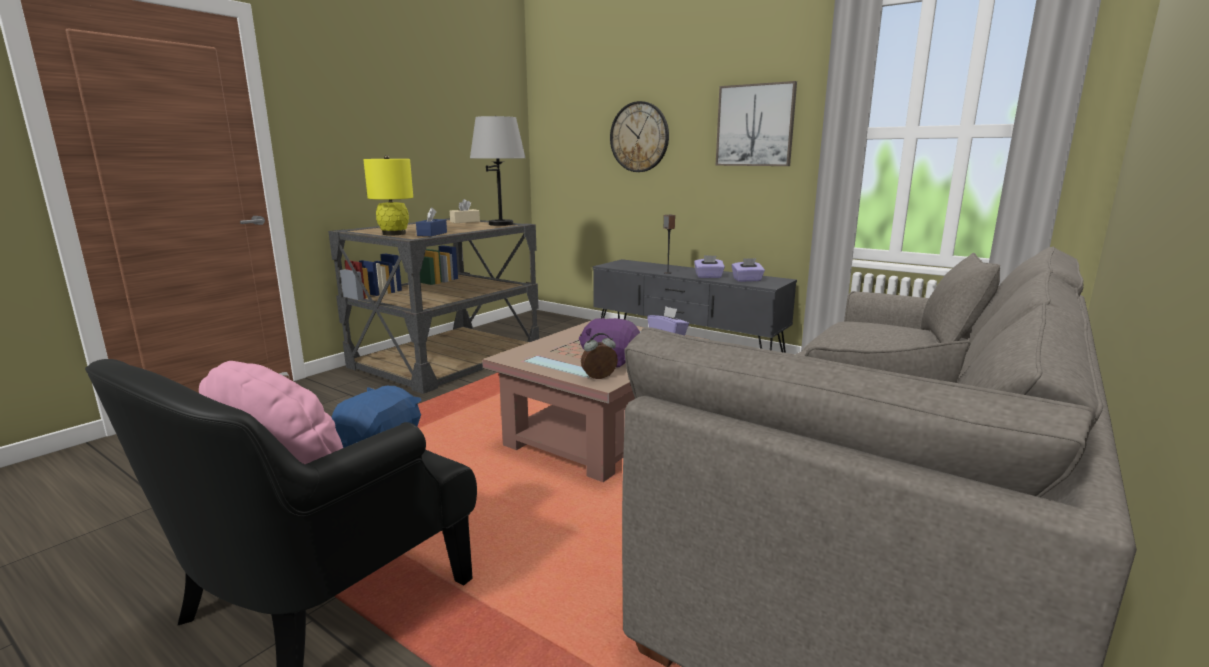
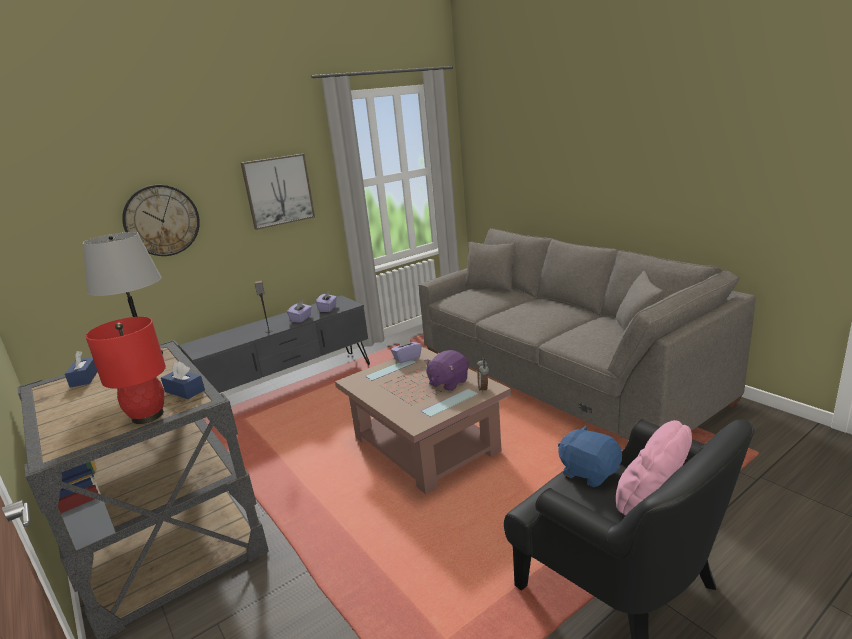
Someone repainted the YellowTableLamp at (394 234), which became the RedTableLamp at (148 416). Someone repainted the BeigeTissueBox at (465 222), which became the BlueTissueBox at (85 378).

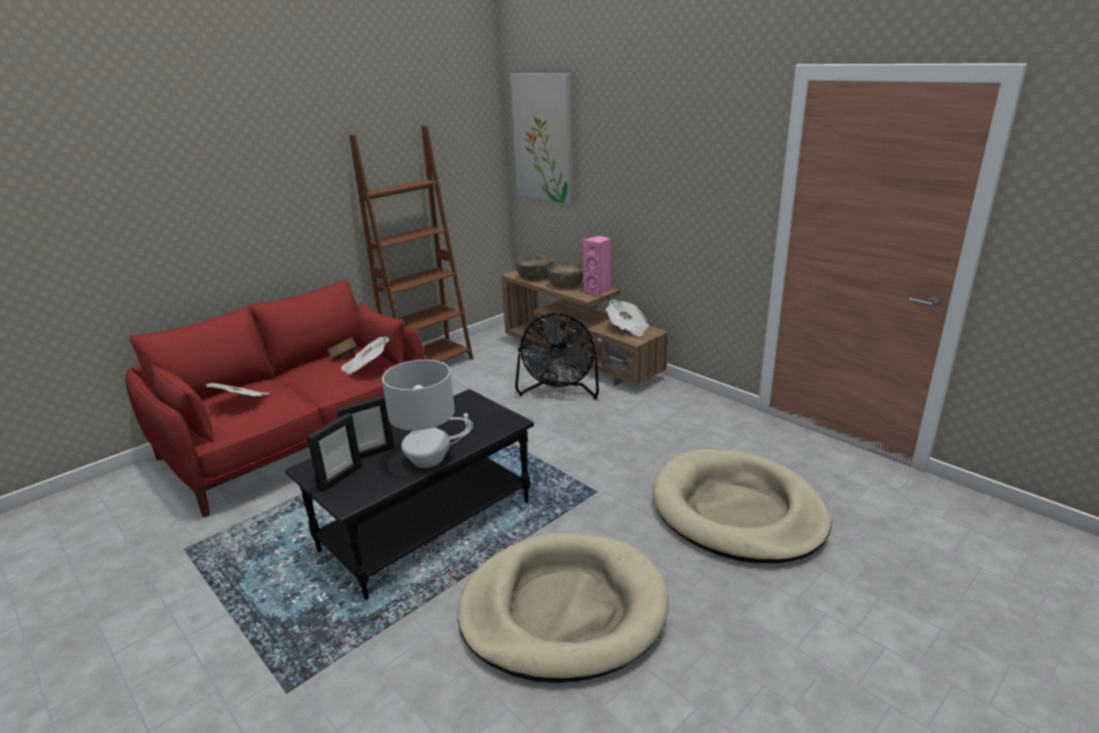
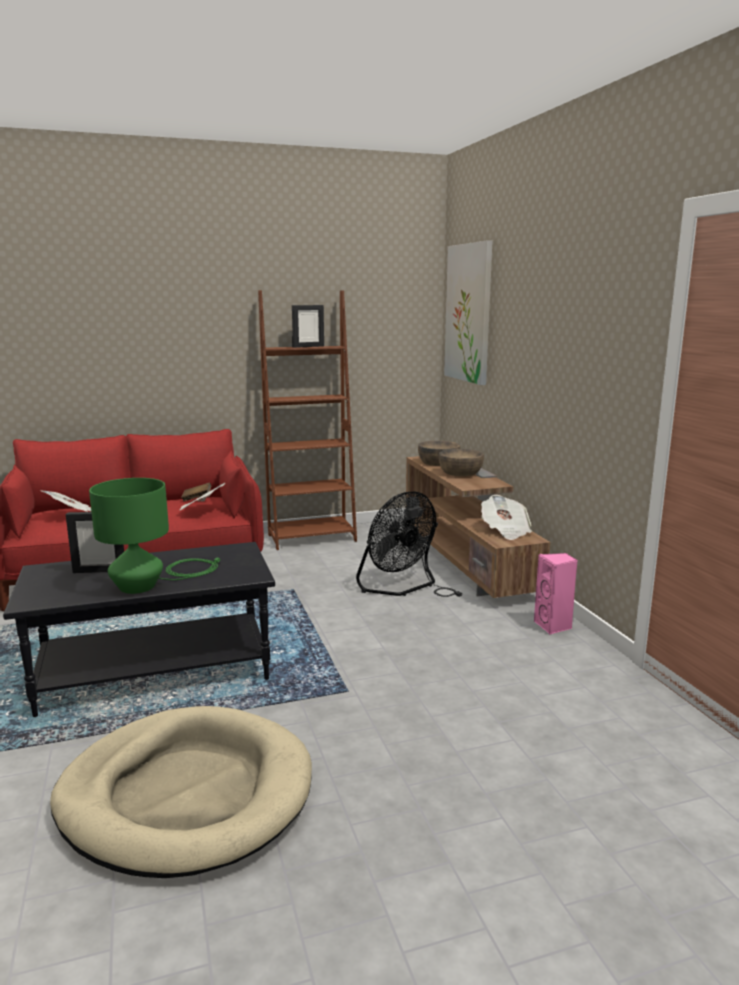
Someone carried the PinkSpeaker from (598 291) to (553 626). Someone rotated the BlackFan at (557 389) by 105 degrees clockwise. Someone repainted the WhiteTableLamp at (437 446), which became the GreenTableLamp at (159 579). Someone carried the PictureFrame from (340 477) to (308 346). Someone took away the BeigeDogBed at (737 511).

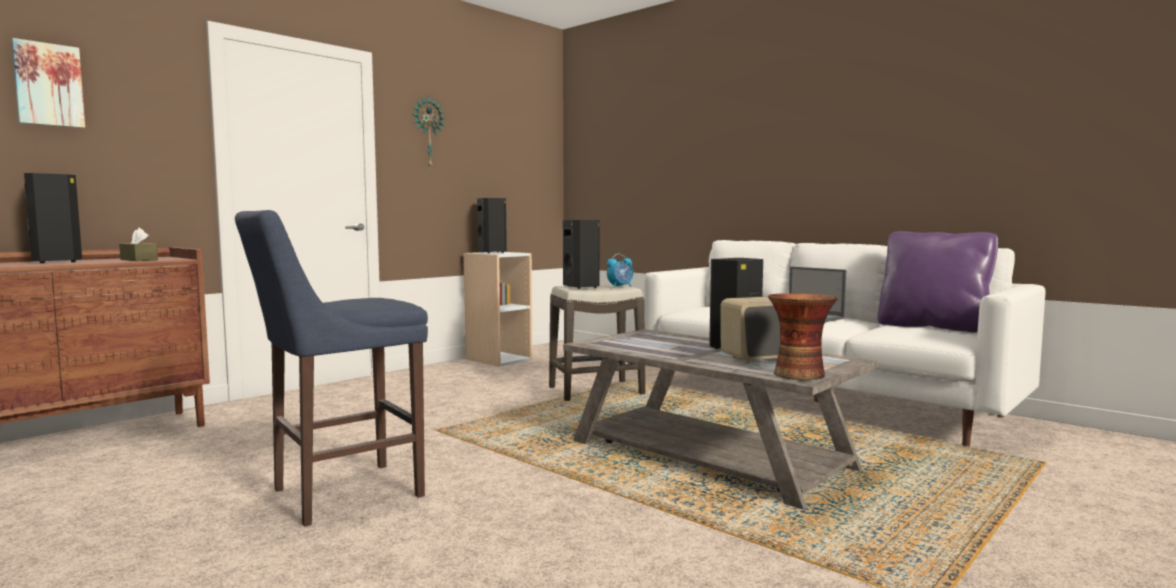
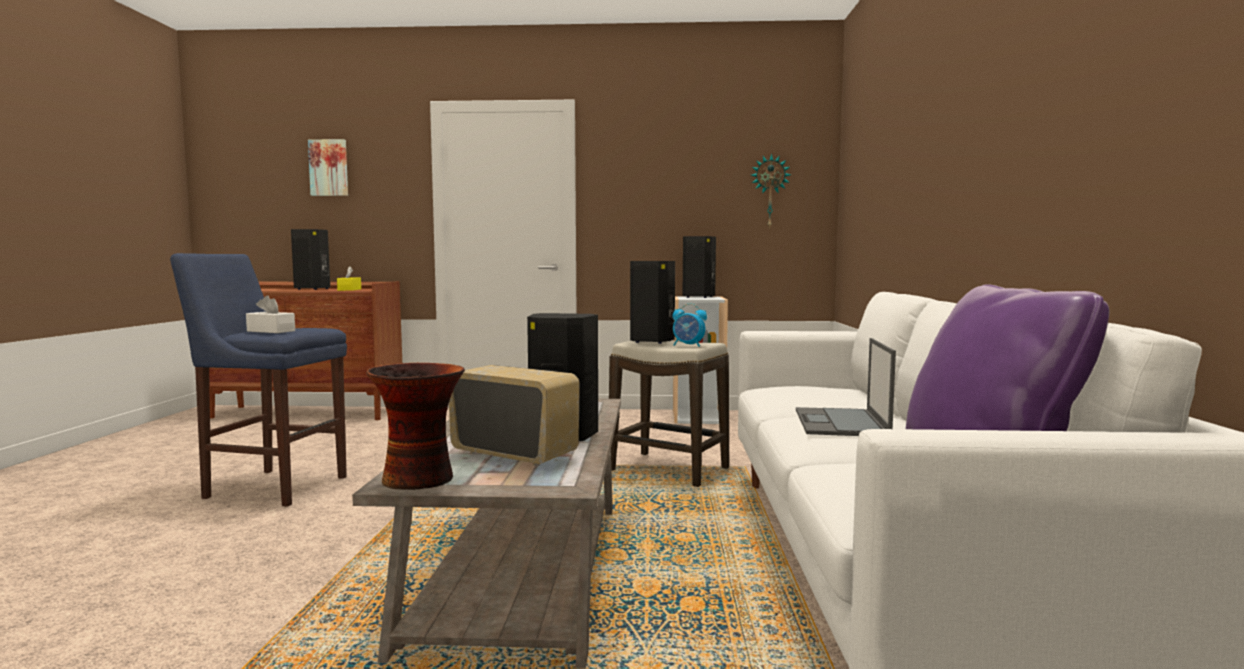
Someone carried the WallClock from (427 133) to (769 191). Someone repainted the BrownTissueBox at (139 260), which became the YellowTissueBox at (349 290). Someone put down the WhiteTissueBox at (271 331).

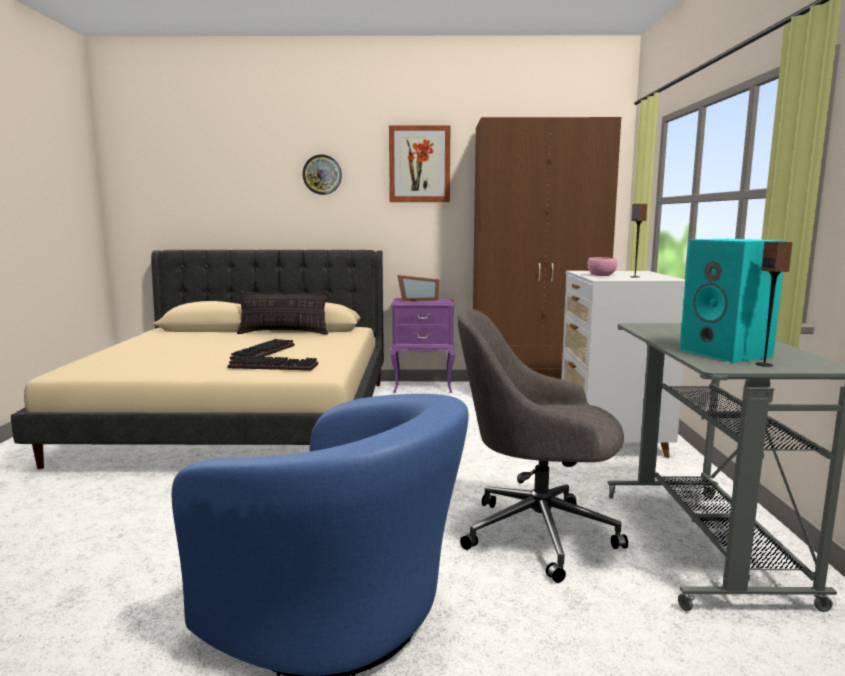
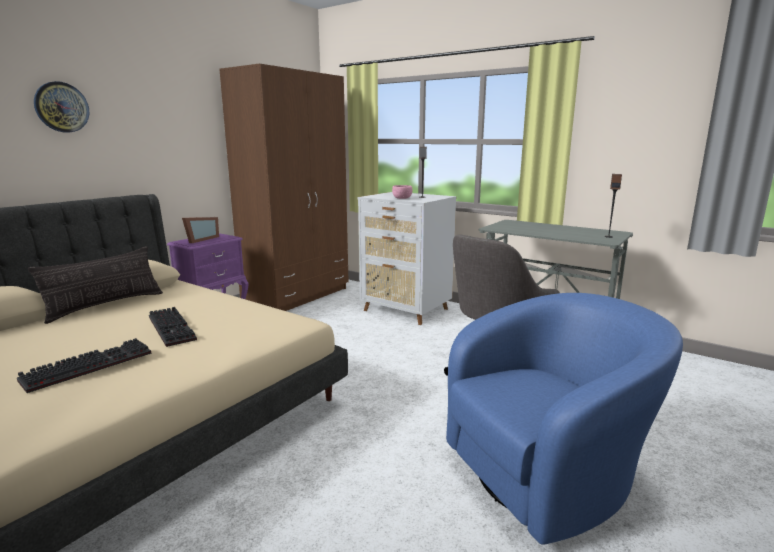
Someone took away the Picture at (419 164). Someone took away the TurquoiseSpeaker at (727 353). Someone carried the Keyboard from (275 366) to (89 365).

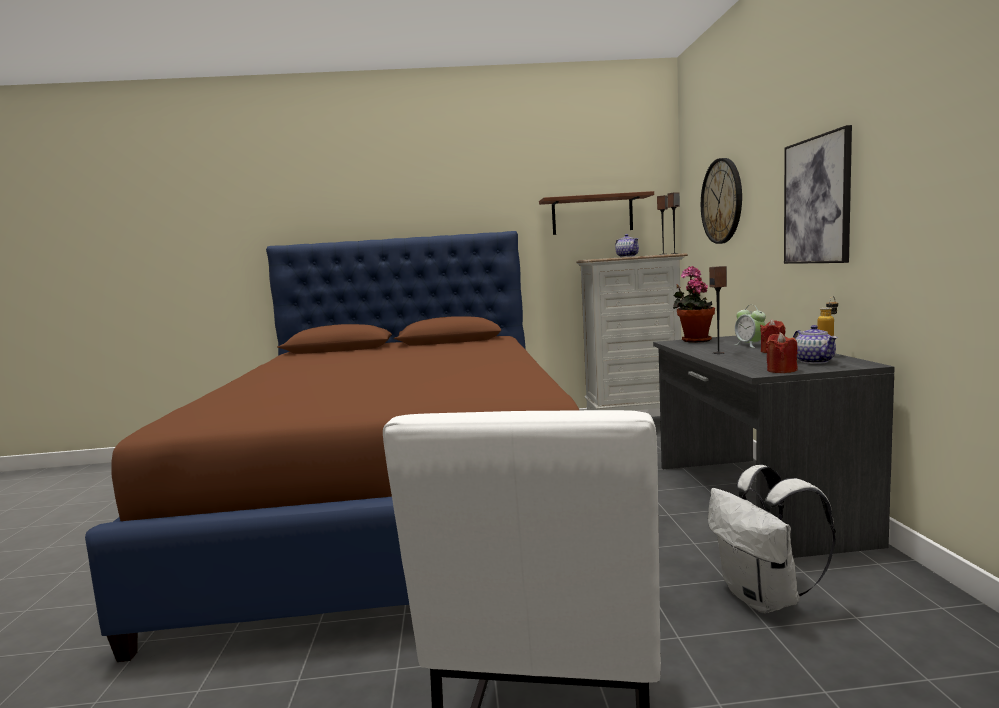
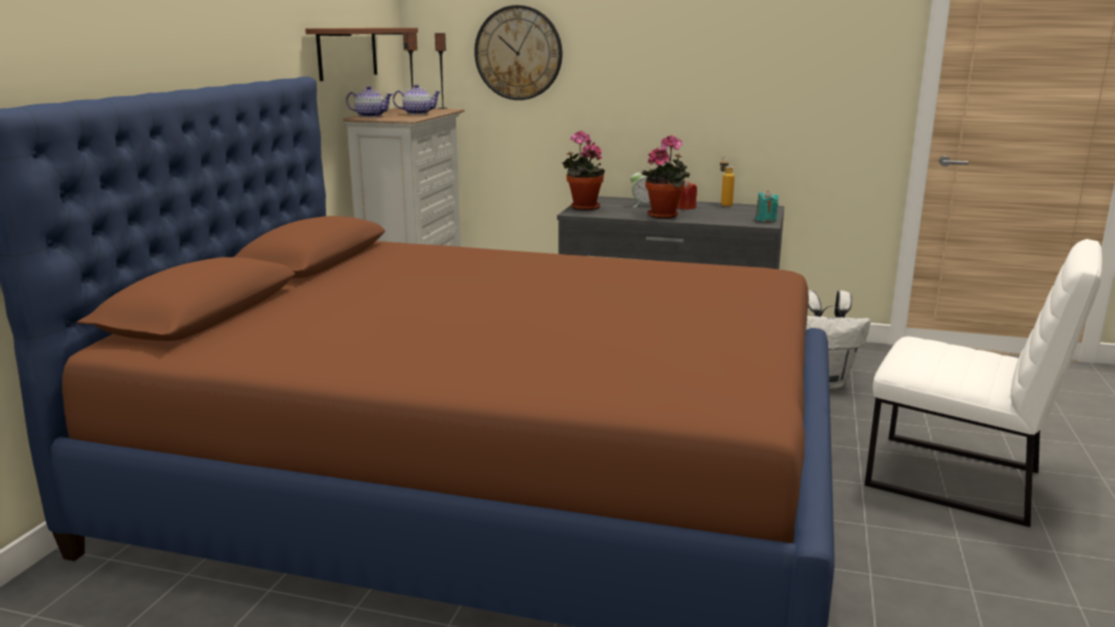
Someone took away the Picture at (817 200). Someone swapped the Speaker at (718 353) for the PottedPlant at (665 215). Someone carried the Teapot from (814 361) to (370 116). Someone repainted the RedCandle at (781 370), which became the TurquoiseCandle at (766 220).

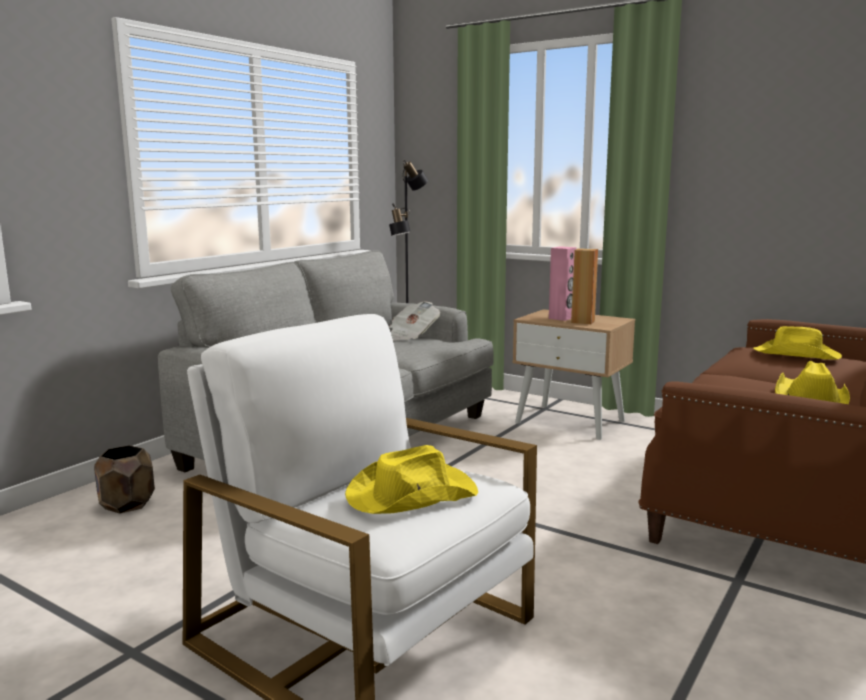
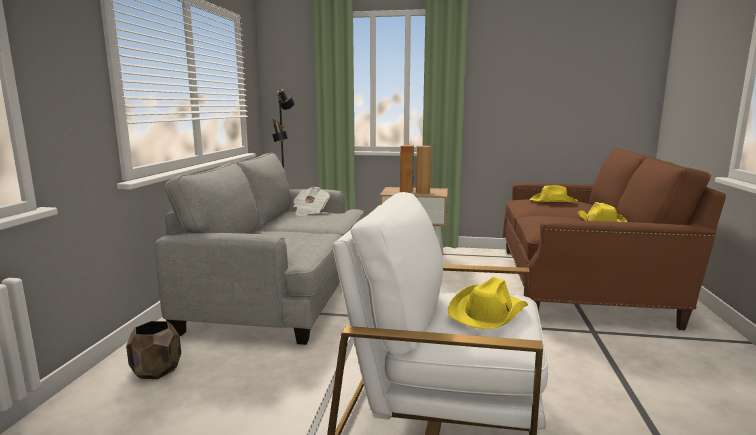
Someone repainted the PinkSpeaker at (561 318), which became the BrownSpeaker at (406 191).

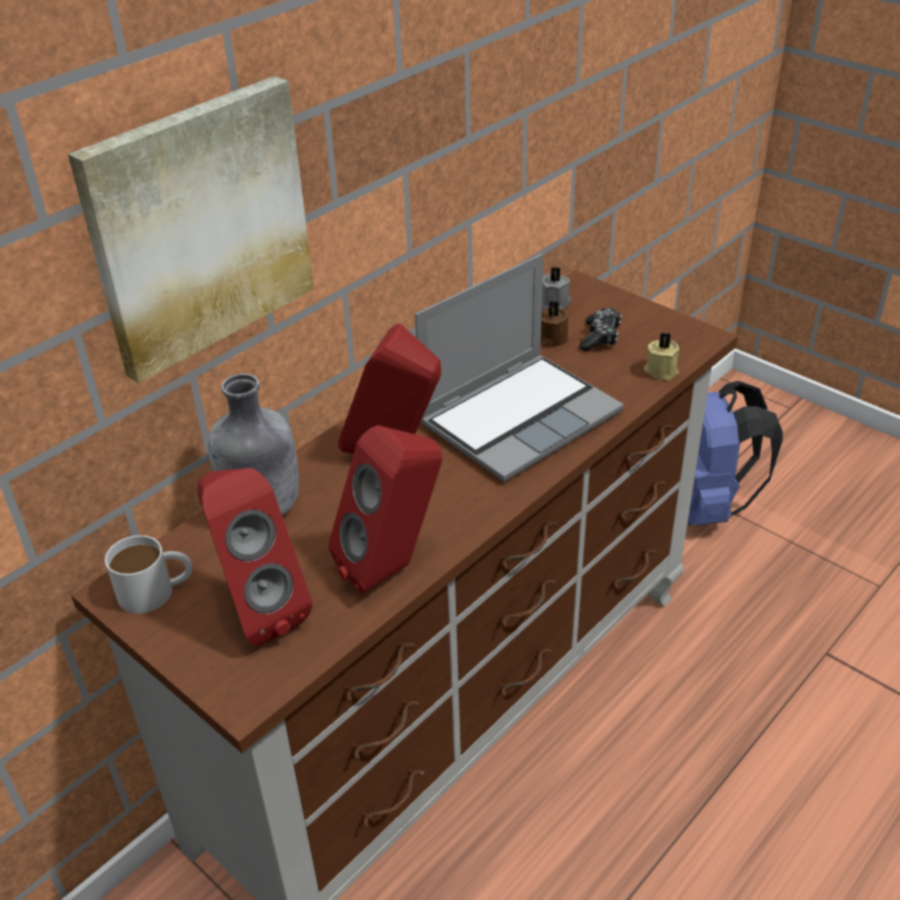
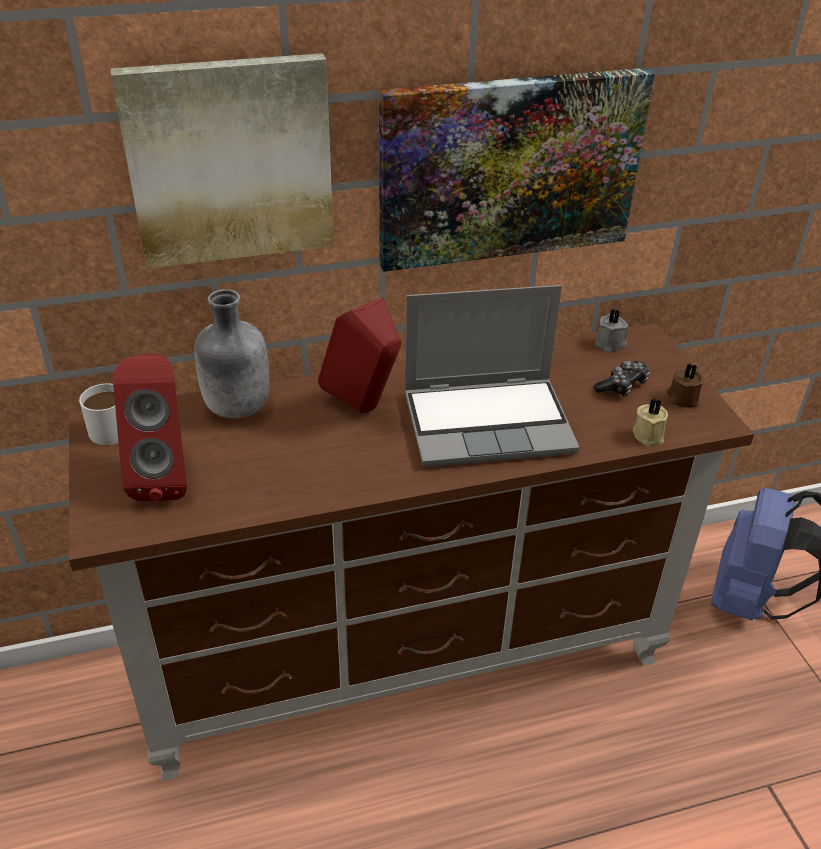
Someone carried the BrownCandle from (550 338) to (682 398). Someone took away the RedSpeaker at (393 567). Someone put up the Picture at (509 168).

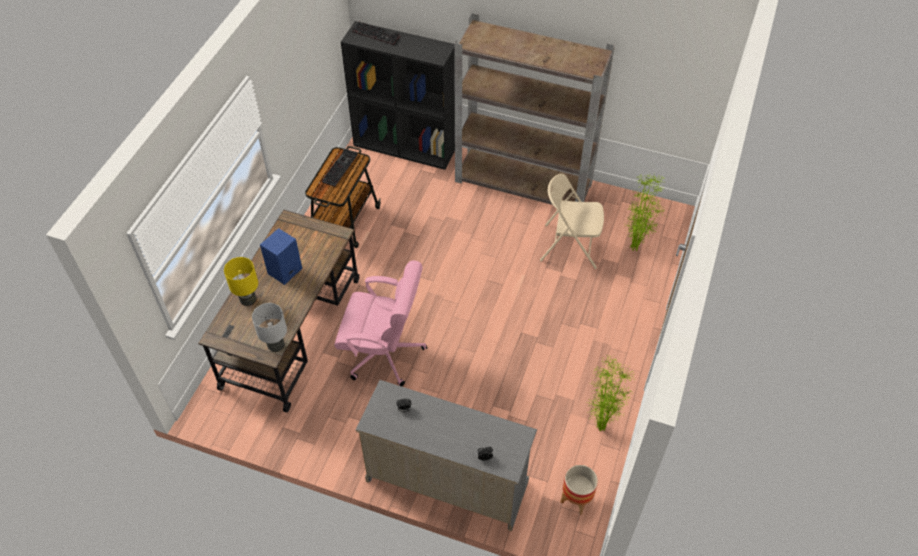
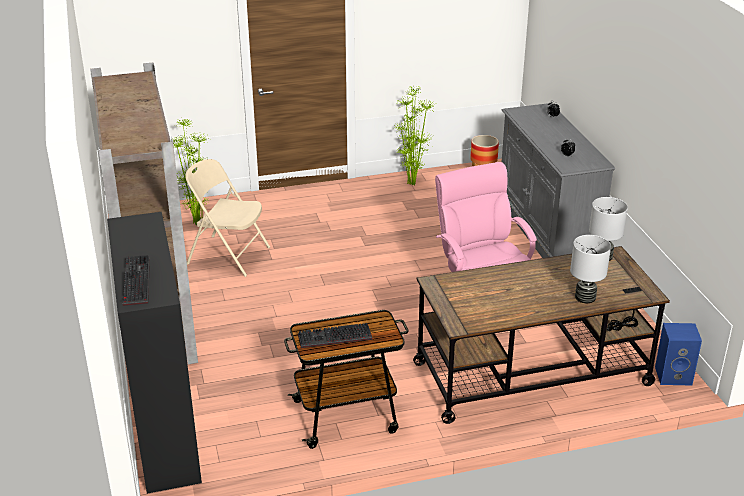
Someone rotated the BeigeChair at (570 246) by 135 degrees clockwise. Someone carried the BlueSpeaker from (285 272) to (674 375). Someone repainted the YellowTableLamp at (248 299), which became the GreyTableLamp at (585 297).

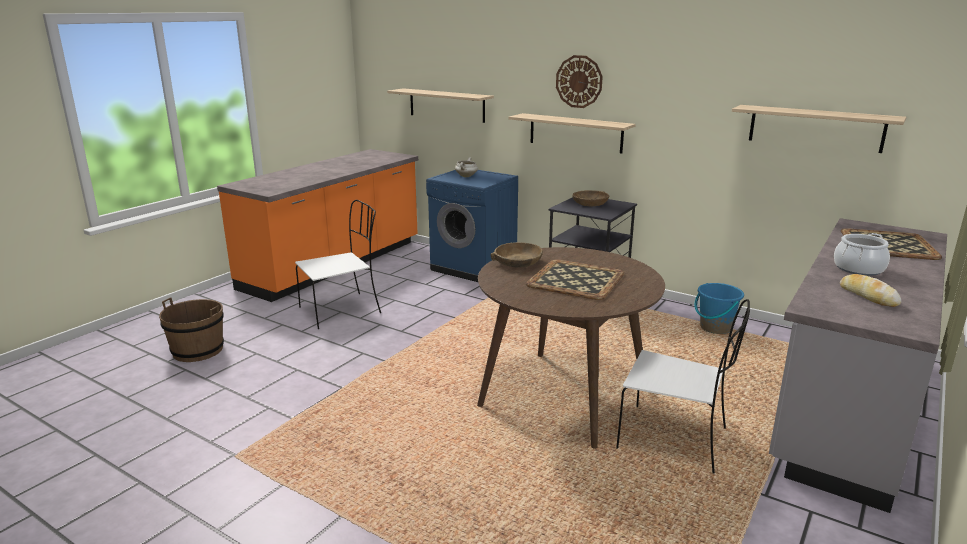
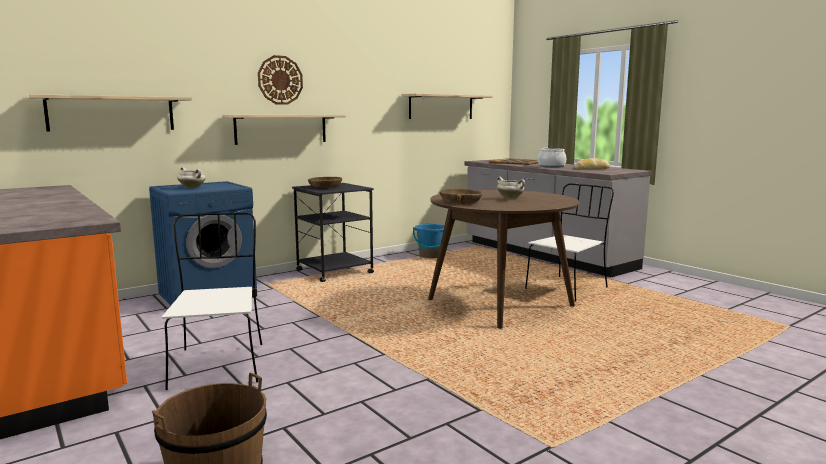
Someone swapped the Tray at (576 280) for the WhiteCookingPot at (510 198).

